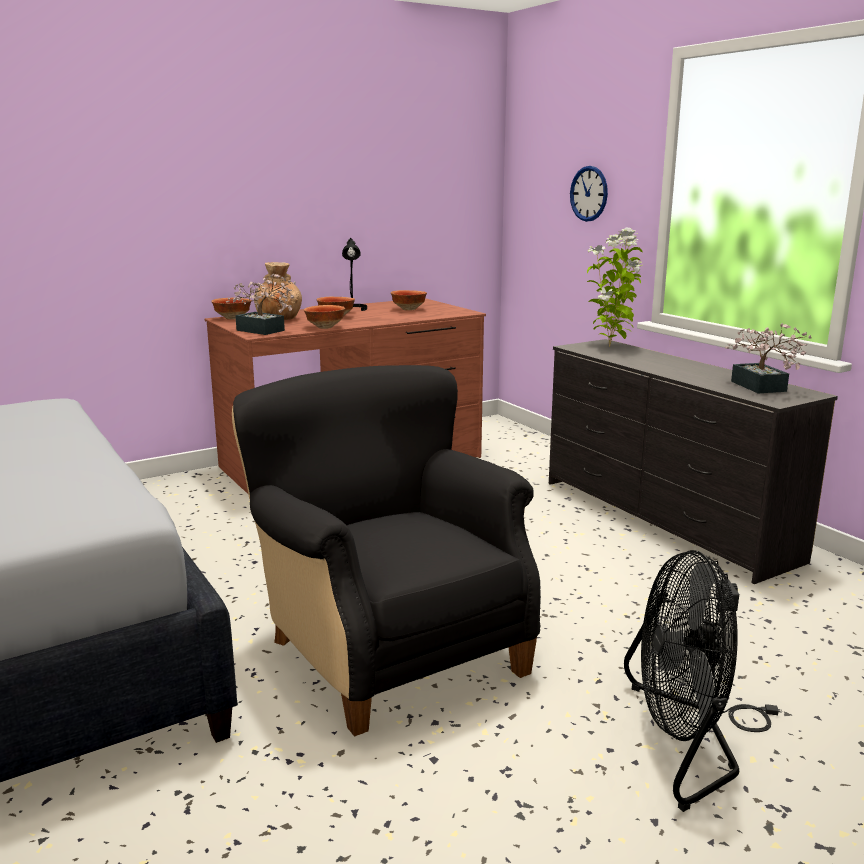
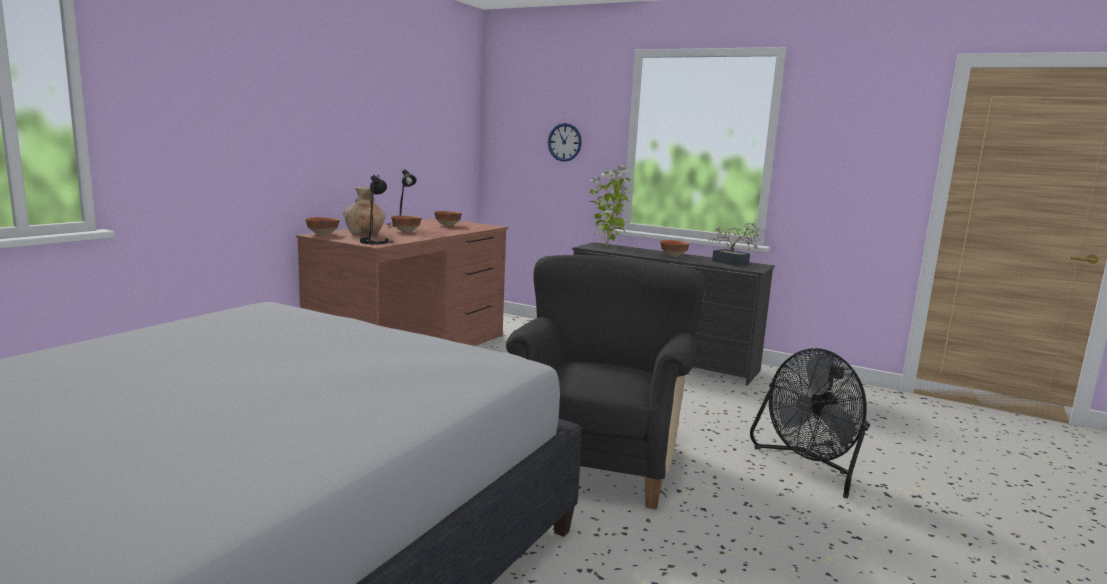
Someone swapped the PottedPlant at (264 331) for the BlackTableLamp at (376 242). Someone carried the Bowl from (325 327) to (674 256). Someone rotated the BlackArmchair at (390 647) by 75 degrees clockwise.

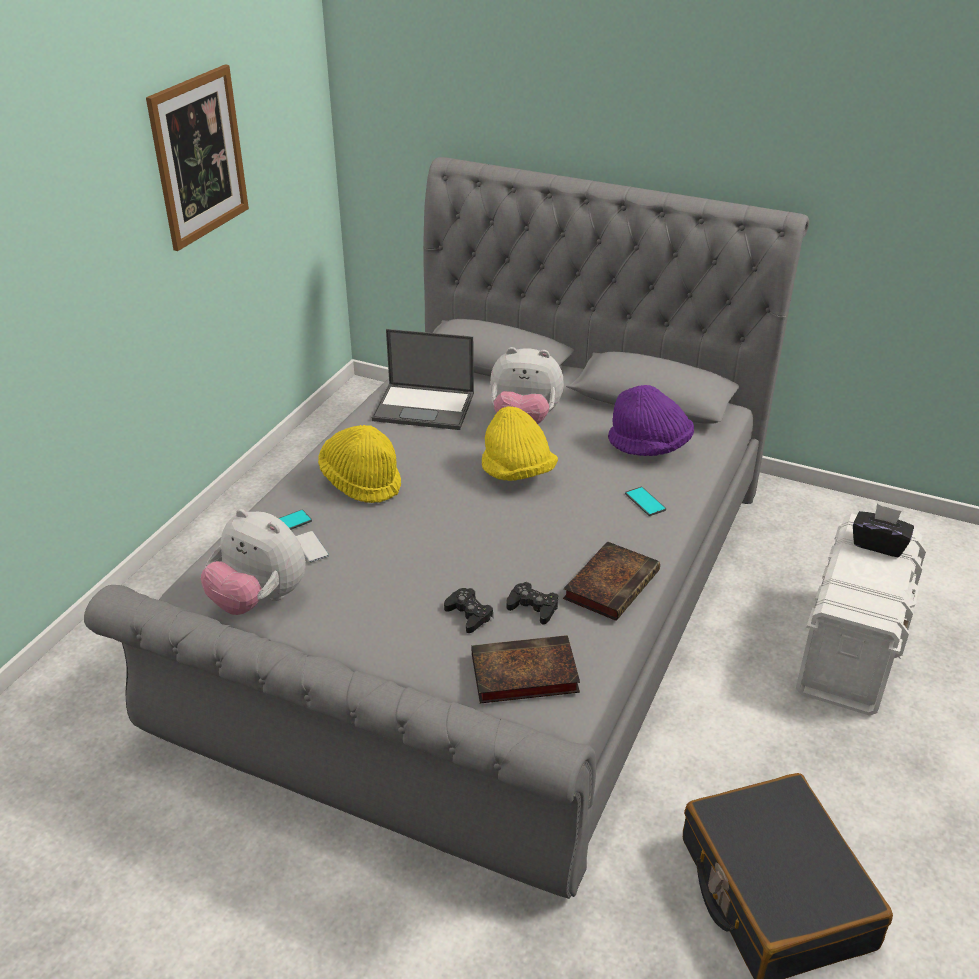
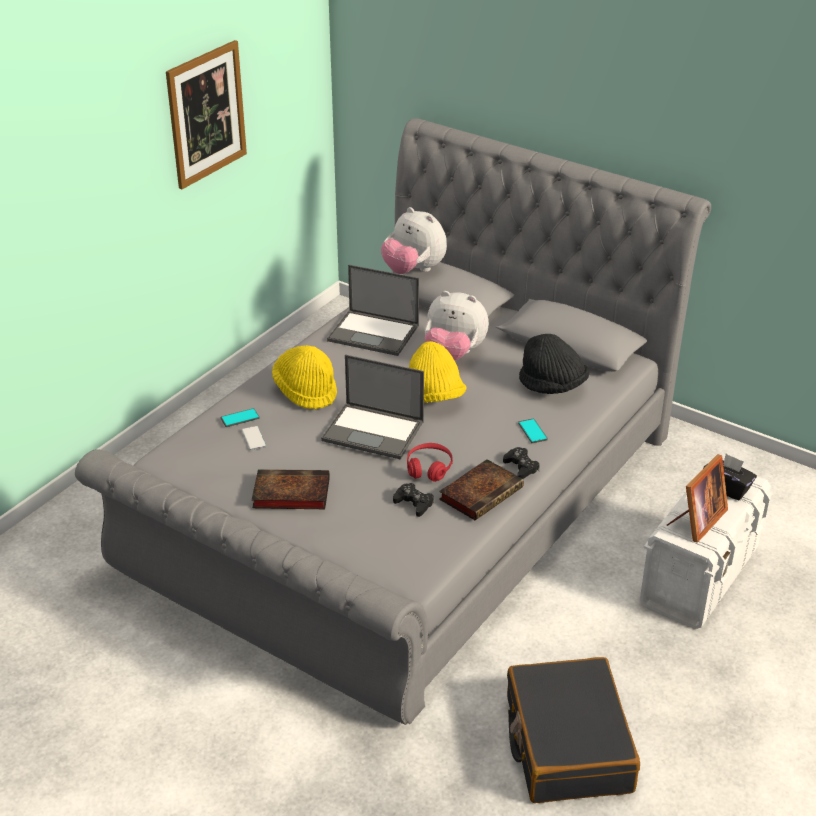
Someone repainted the PurpleHat at (649 447), which became the BlackHat at (552 386). Someone carried the PlushToy from (259 600) to (413 270). Someone carried the BlackGameController from (469 615) to (521 467). Someone carried the Book from (521 675) to (289 494). Someone put down the Laptop at (374 431). Someone put down the RedHeadphones at (429 468). Someone put down the PictureFrame at (696 521).

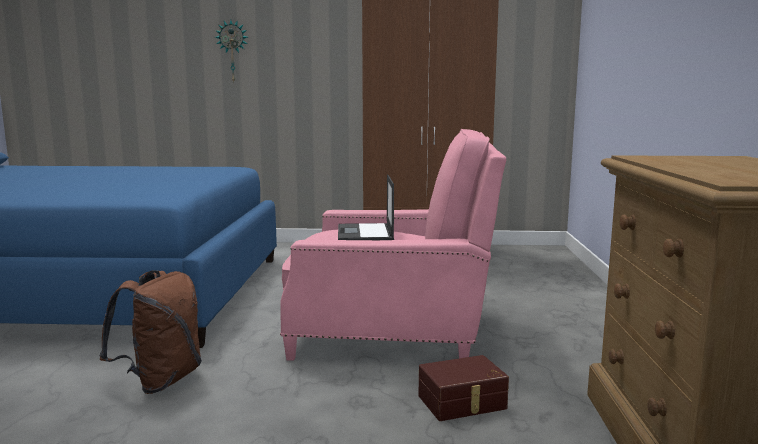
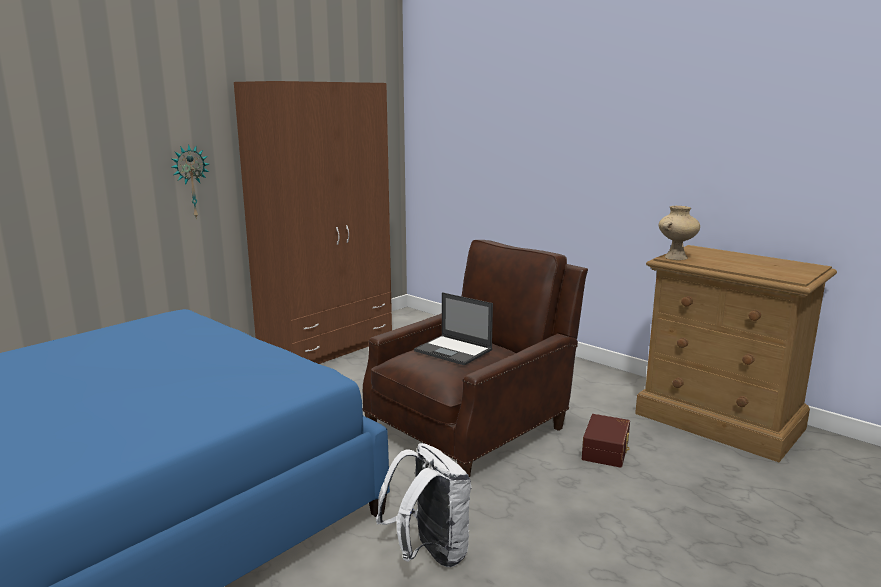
Someone carried the WallClock from (233 51) to (190 181). Someone repainted the PinkArmchair at (392 332), which became the BrownArmchair at (471 427). Someone repainted the BrownBackpack at (161 380), which became the WhiteBackpack at (429 553). Someone put down the BeigeVase at (676 257).

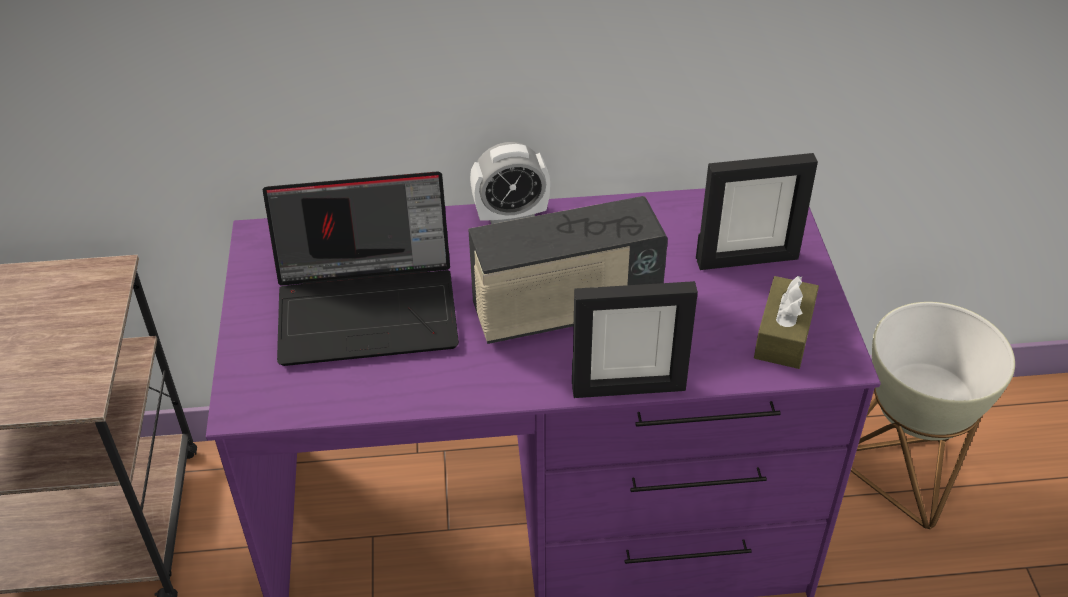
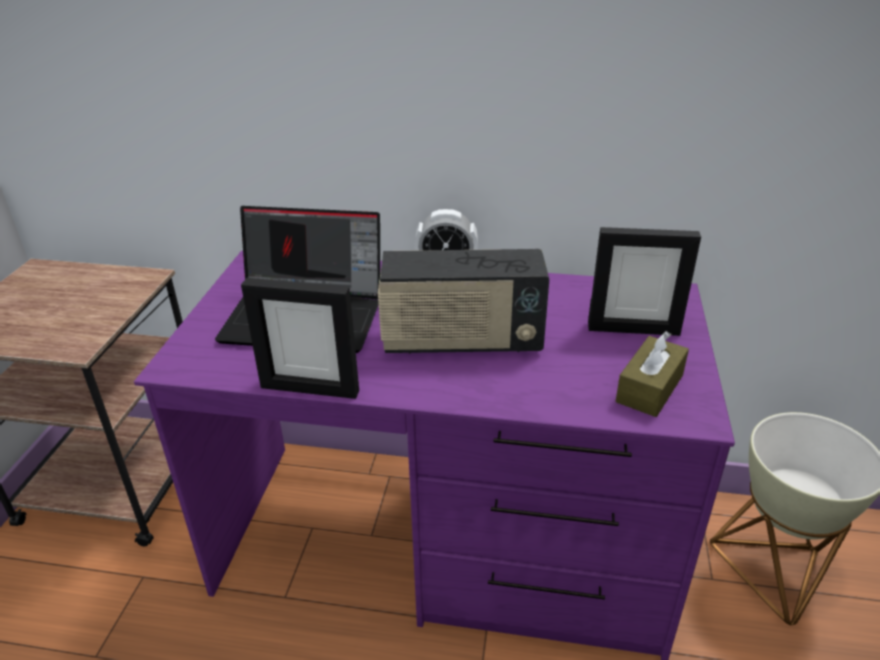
Someone carried the PictureFrame from (628 387) to (310 388).

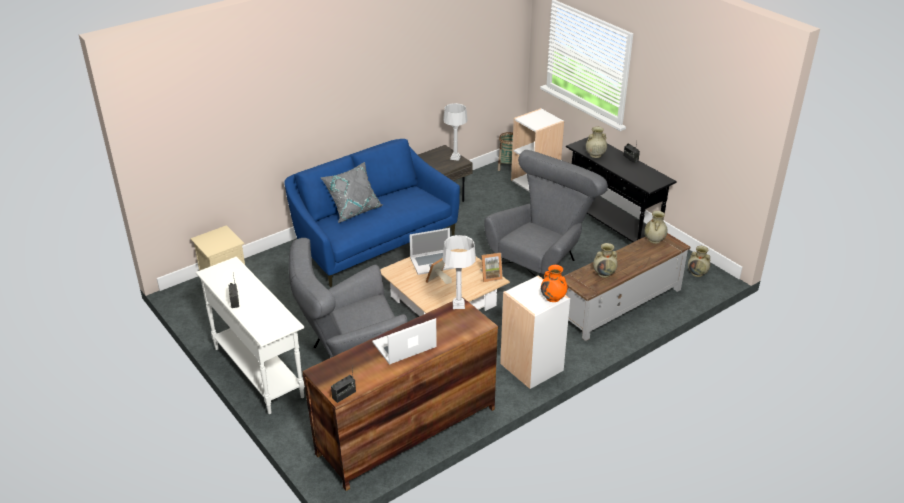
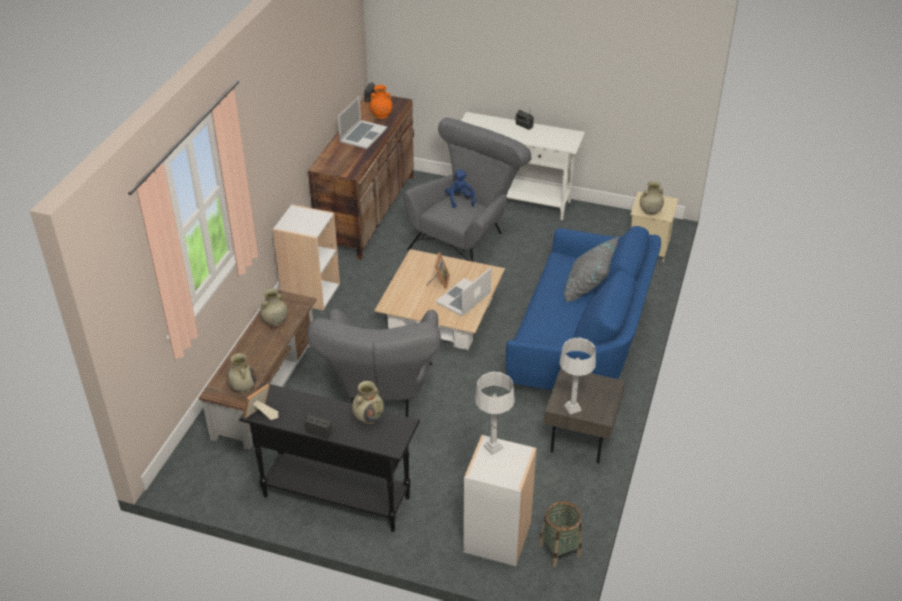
Someone carried the GreyTableLamp from (459 305) to (492 447). Someone carried the BeigeVase from (697 273) to (650 211). Someone carried the PictureFrame from (490 276) to (260 415). Someone carried the OrangeVase from (553 298) to (381 115). Someone put down the BluePlushToy at (460 199).

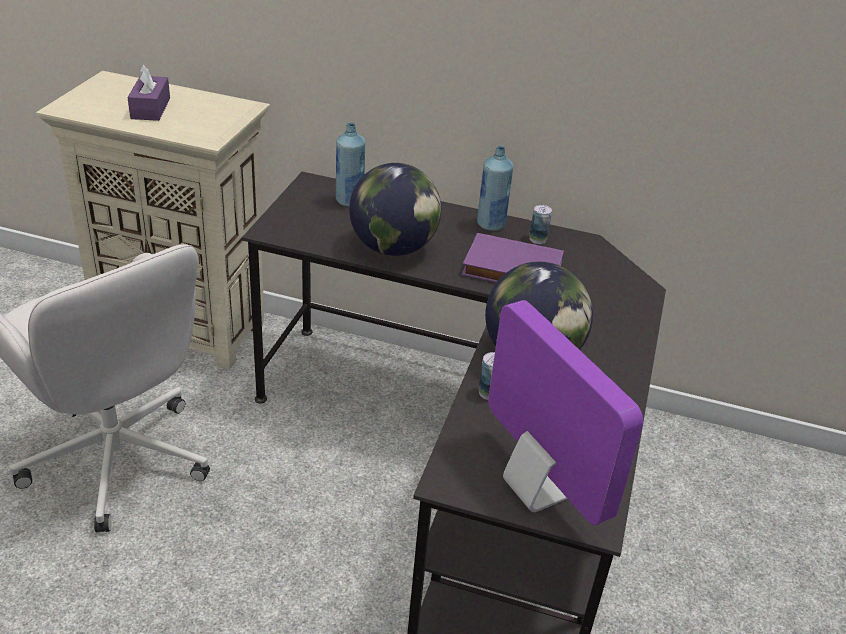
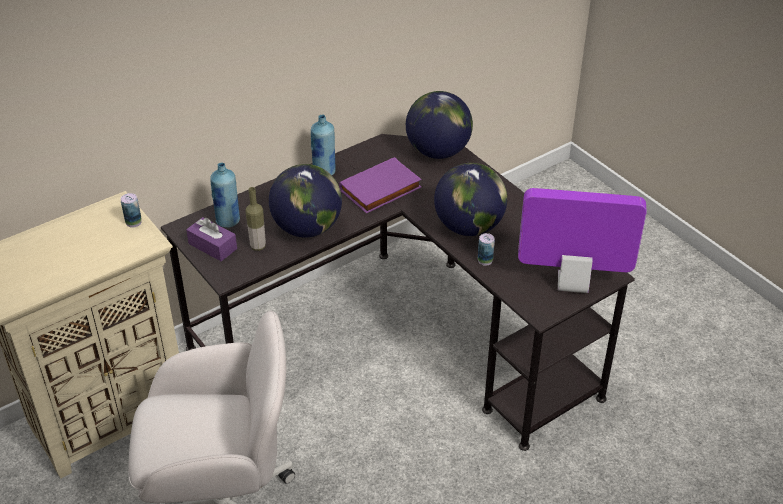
Someone carried the PurpleTissueBox from (150 108) to (212 246). Someone carried the Can from (537 239) to (133 222). Someone put down the Globe at (438 152). Someone put down the Bottle at (258 246).

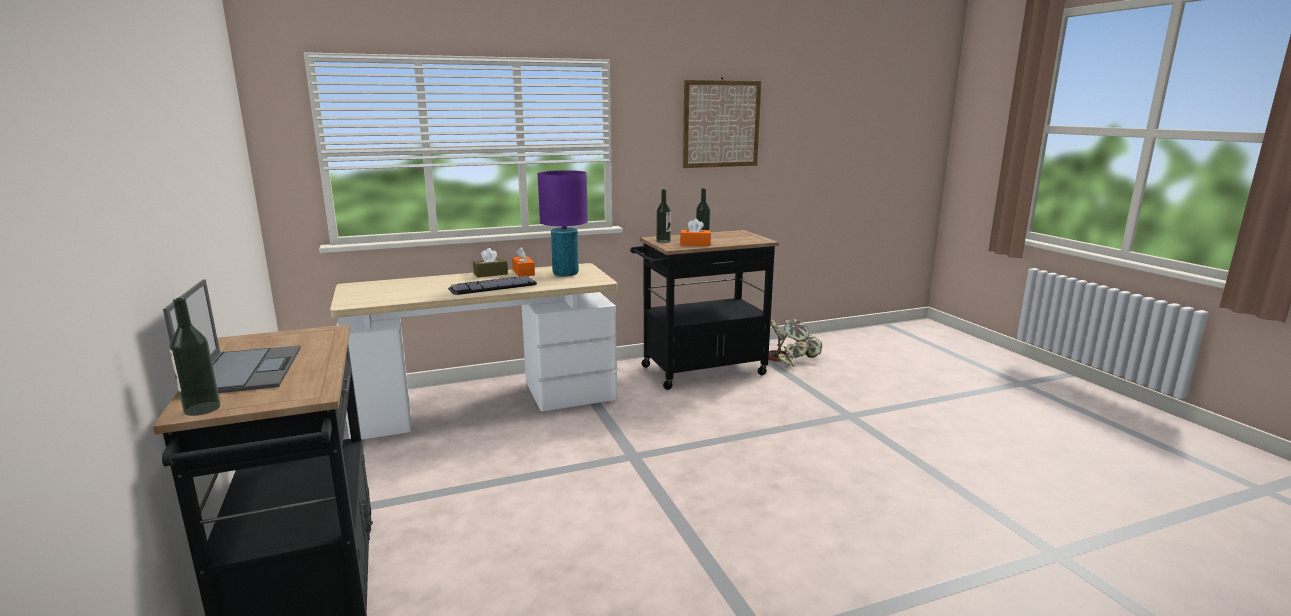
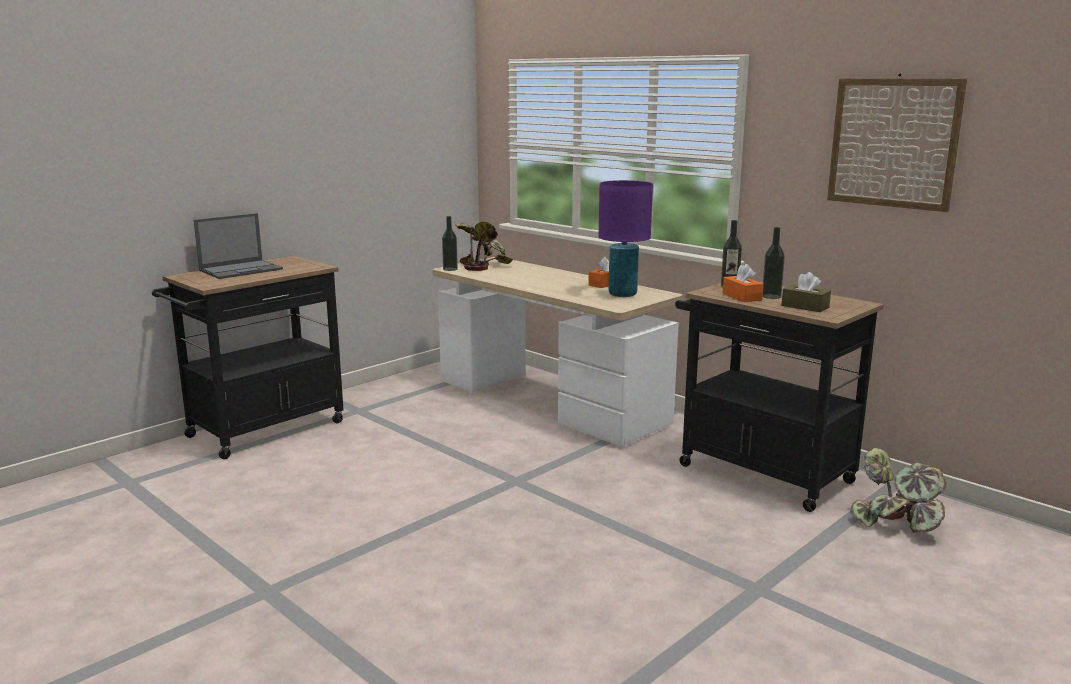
Someone carried the BrownTissueBox from (490 274) to (805 307). Someone took away the Keyboard at (492 285). Someone carried the Bottle from (202 409) to (450 269). Someone put down the PottedPlant at (482 265).

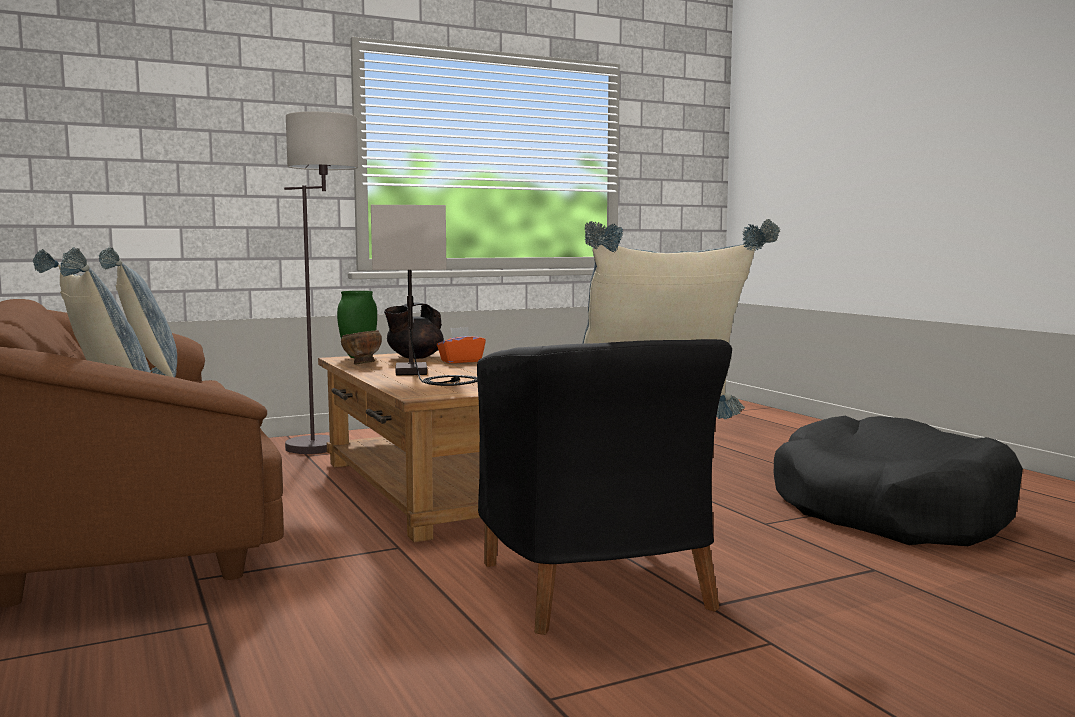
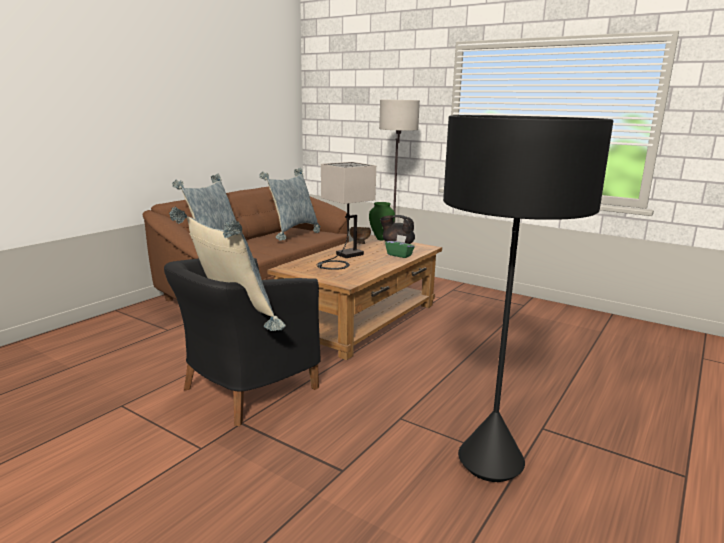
Someone repainted the OrangeTissueBox at (461 361), which became the GreenTissueBox at (399 255). Someone swapped the BlackDogBed at (889 511) for the BlackFloorLamp at (490 465).

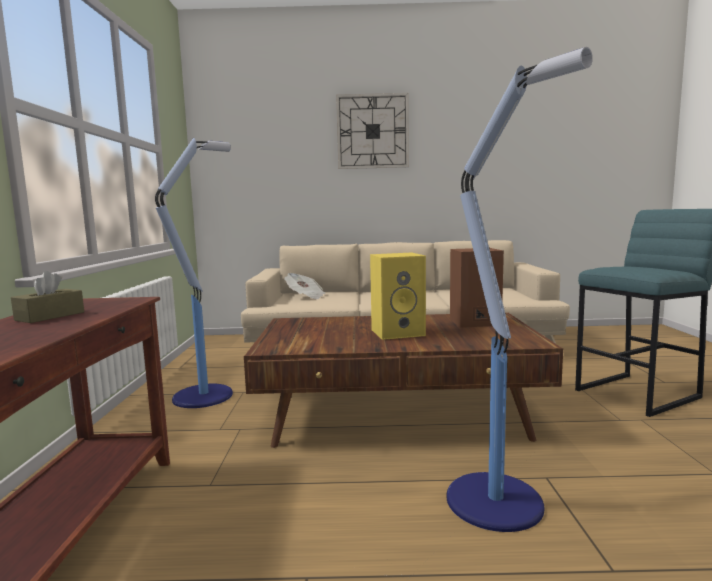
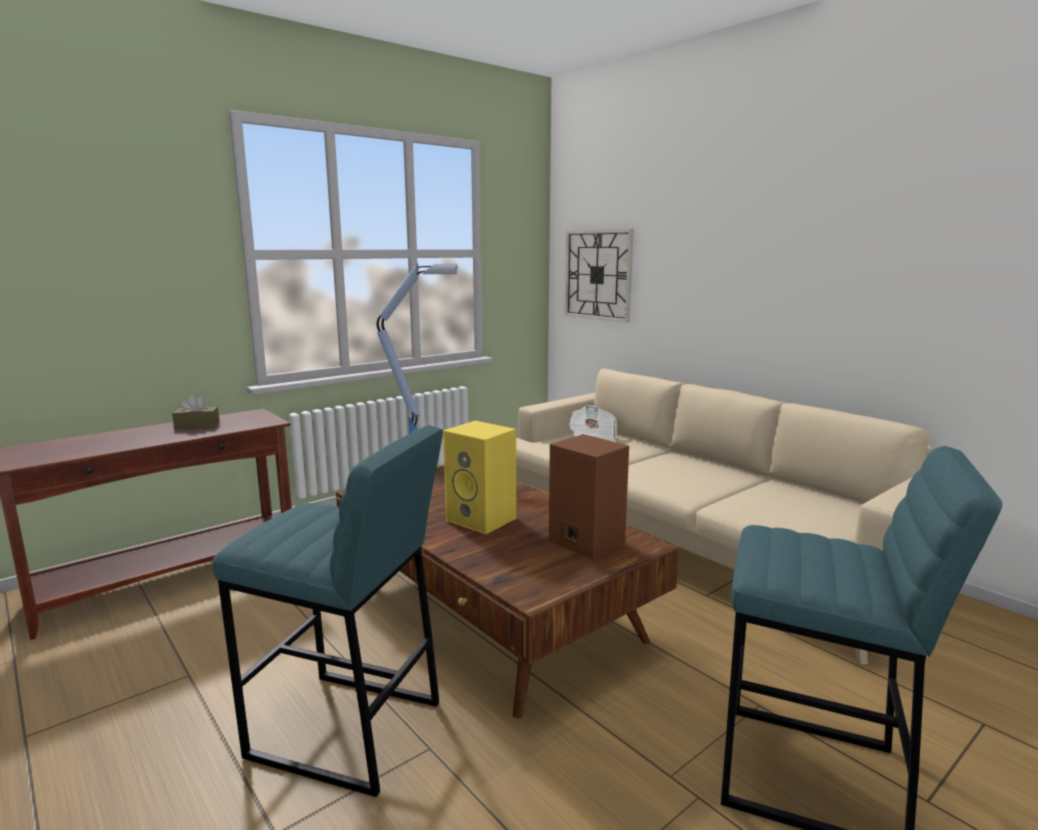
Someone swapped the FloorLamp at (498 503) for the TurquoiseStool at (350 730). Someone carried the WallClock from (372 131) to (598 275).

